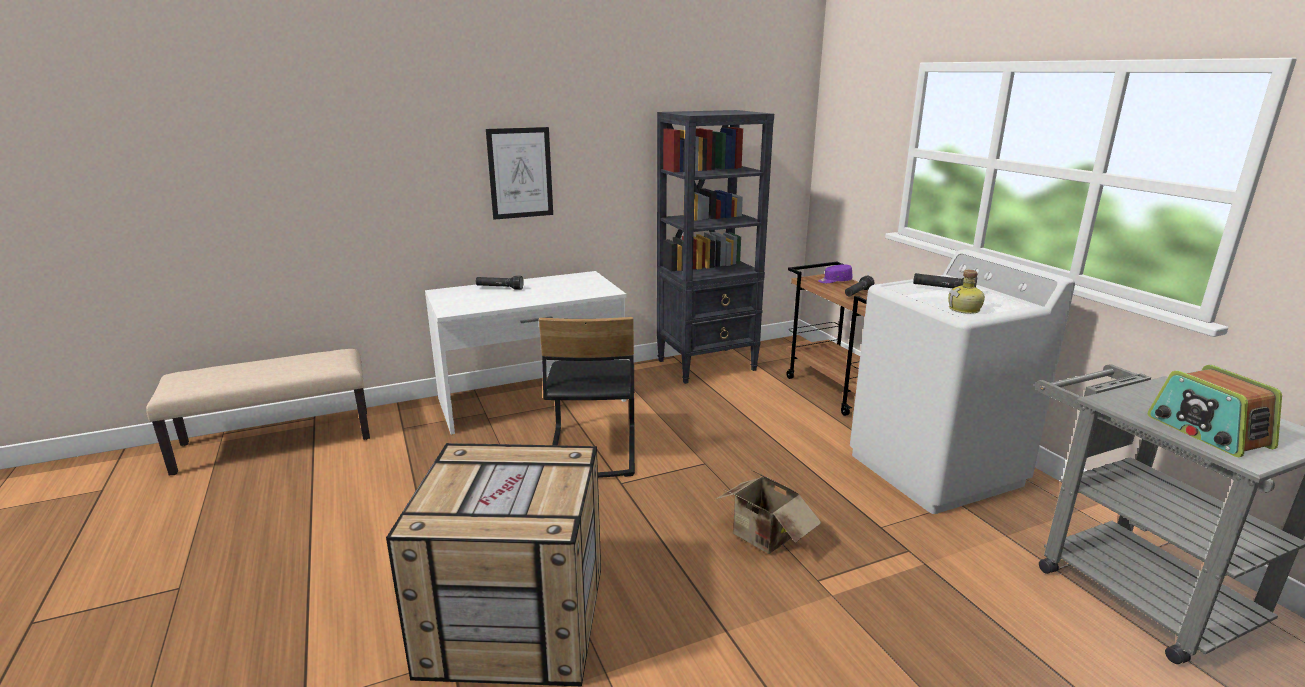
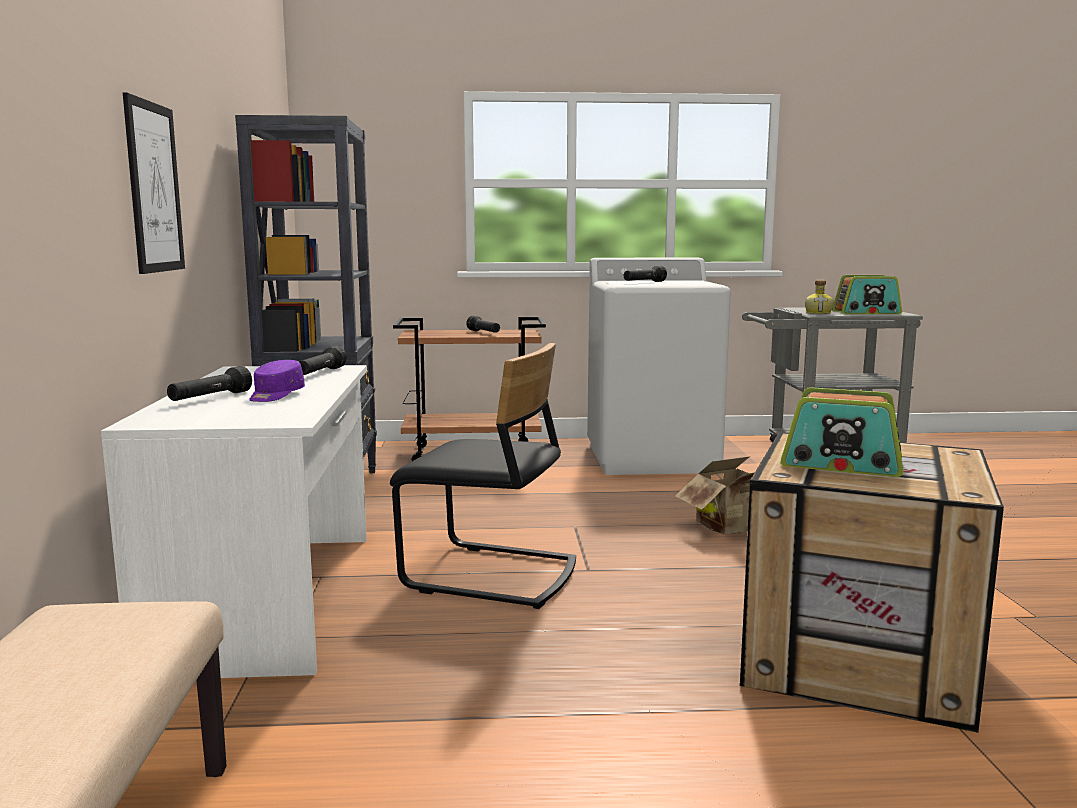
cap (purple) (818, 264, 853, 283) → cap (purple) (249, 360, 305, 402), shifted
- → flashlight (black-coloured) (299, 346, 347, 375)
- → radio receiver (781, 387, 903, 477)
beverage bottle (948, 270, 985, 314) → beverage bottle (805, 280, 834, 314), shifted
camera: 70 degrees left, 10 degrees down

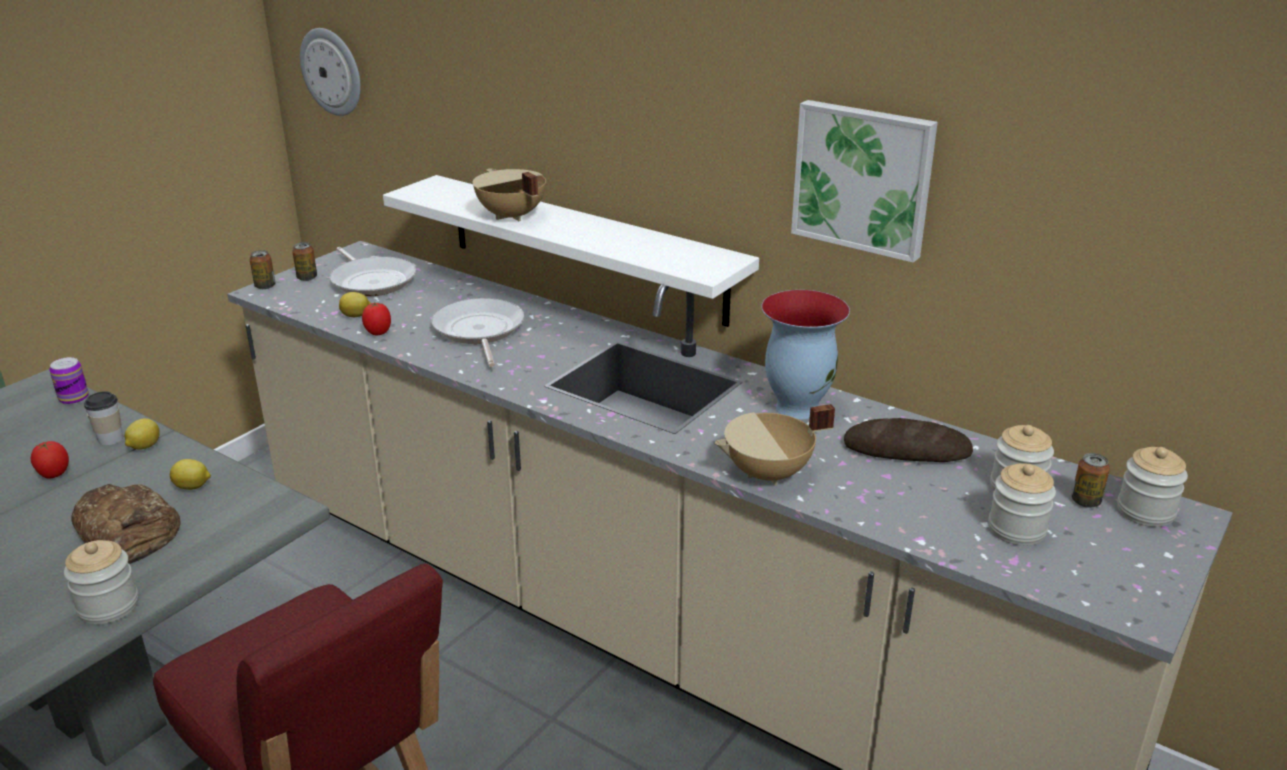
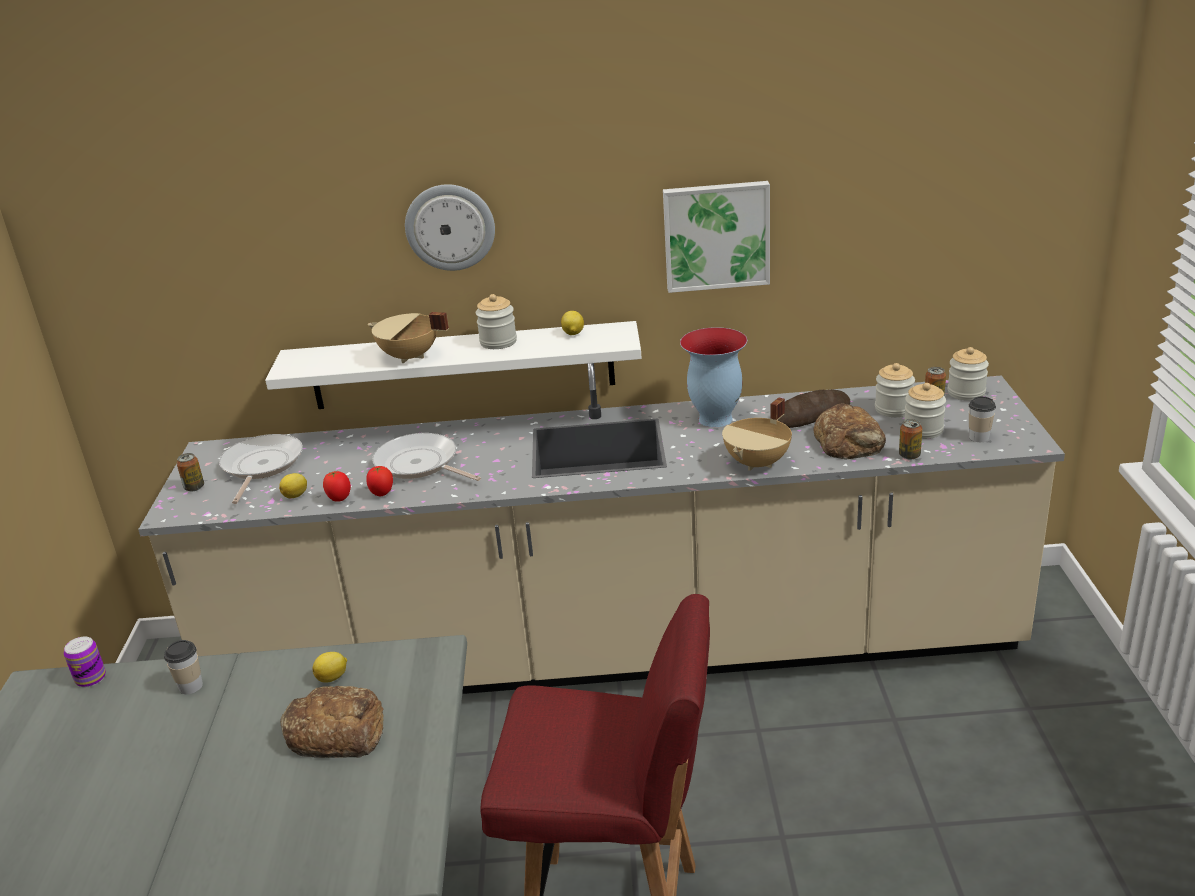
frying pan (330, 247, 416, 296) → frying pan (219, 434, 303, 504), 105 degrees counterclockwise
fresh tomato (31, 441, 69, 479) → fresh tomato (366, 466, 393, 496), shifted
clock on the wall (300, 28, 361, 116) → clock on the wall (405, 184, 495, 271), shifted
storage jar (64, 540, 138, 625) → storage jar (476, 294, 517, 349), shifted
whole lemon (125, 418, 160, 449) → whole lemon (561, 311, 584, 335), shifted
- → baked bread (814, 403, 886, 460)
can (250, 250, 275, 289) → can (899, 419, 922, 459), shifted
- → cup (969, 396, 996, 442)
camera: 35 degrees left, 0 degrees up

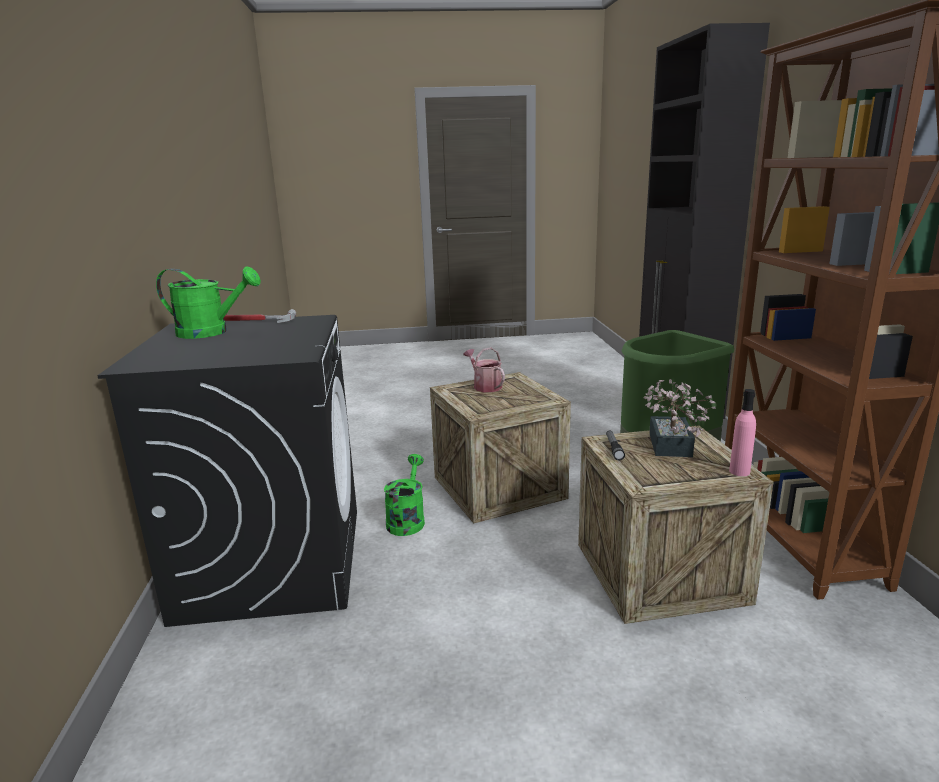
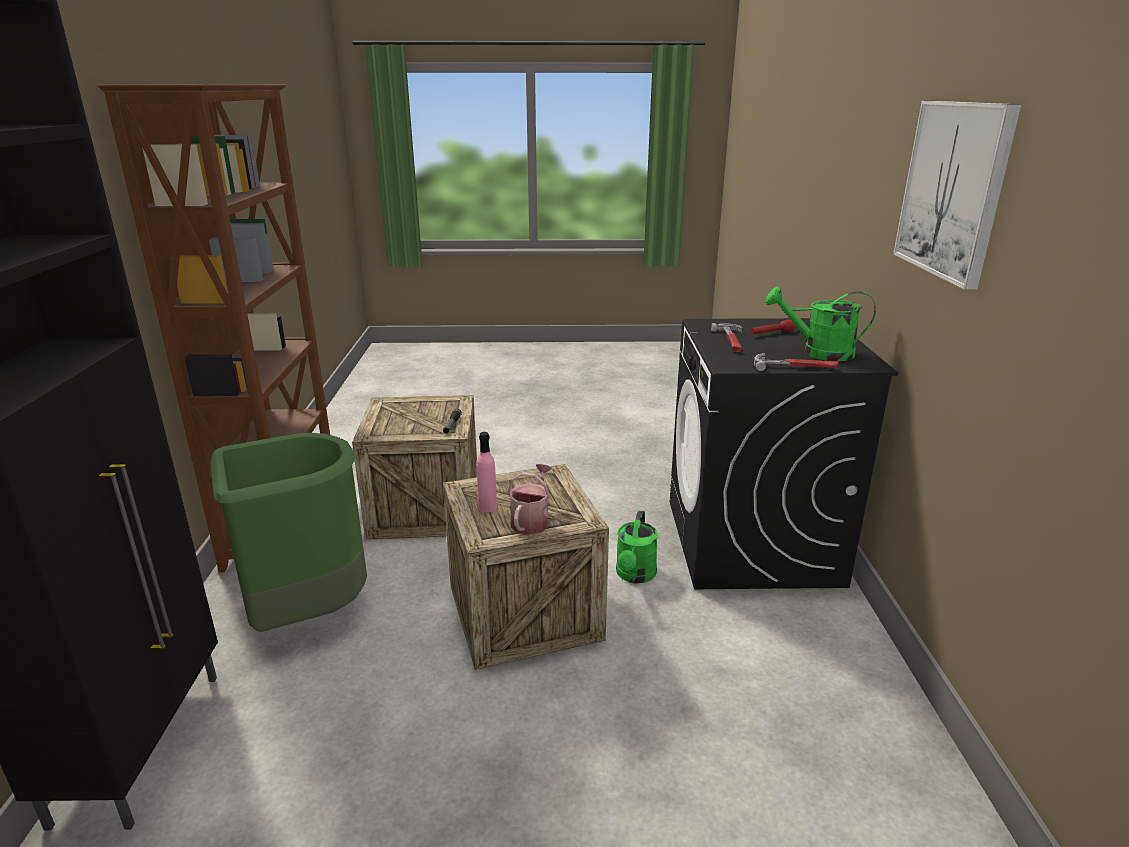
beverage bottle (pink) (729, 389, 756, 476) → beverage bottle (pink) (476, 432, 497, 513), shifted
sprinkling can (464, 347, 505, 392) → sprinkling can (508, 464, 552, 535), 135 degrees counterclockwise
- → hand hammer (711, 323, 742, 352)
- → flashlight (red) (750, 319, 796, 334)
- → wall art (893, 101, 1021, 290)
plant in a pot (643, 379, 716, 457) → -
camera: 175 degrees left, 5 degrees up

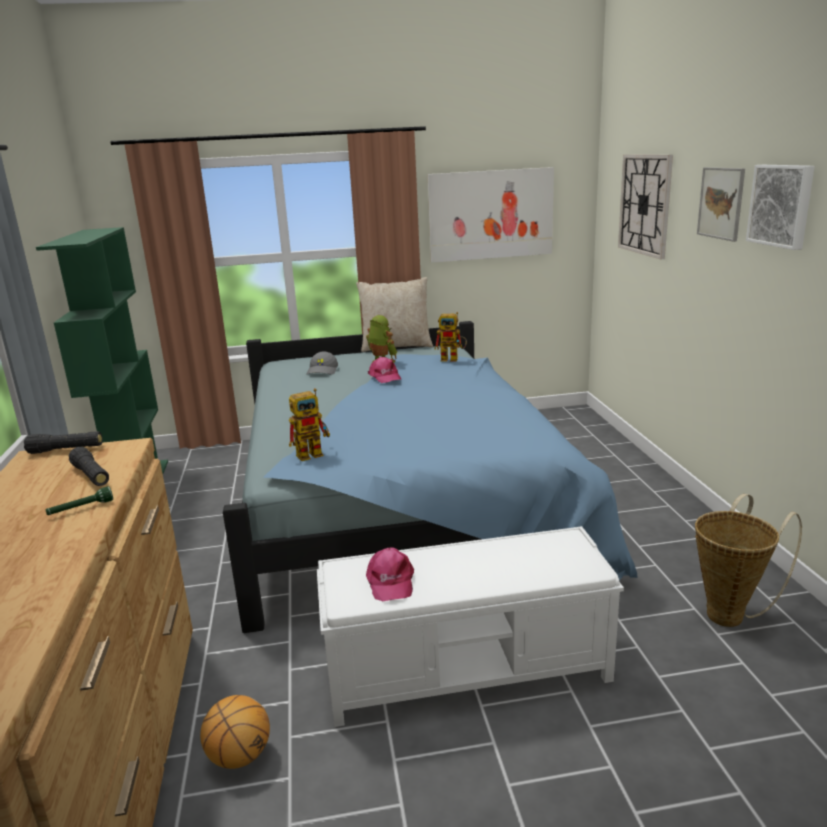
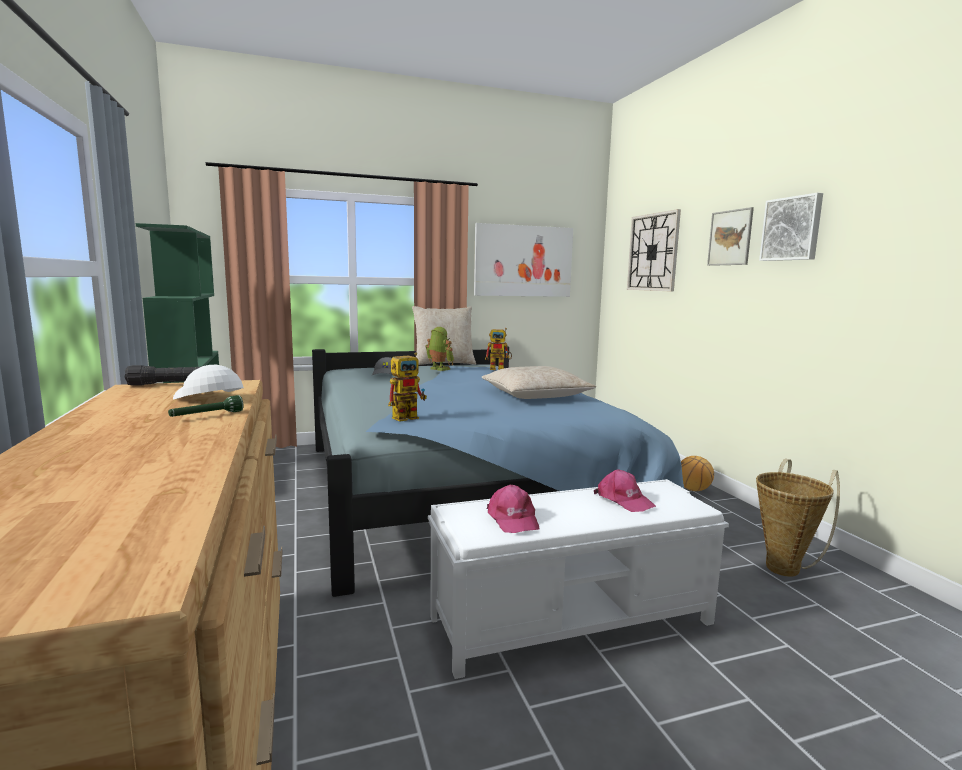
flashlight (black-coloured) (69, 447, 109, 486) → cap (white) (173, 365, 244, 399)
- → throw pillow (beige-coloured) (481, 366, 596, 399)
cap (pink) (368, 357, 401, 383) → cap (pink) (594, 469, 656, 512), shifted
basketball ball (200, 695, 270, 769) → basketball ball (681, 456, 714, 491), shifted
camera: 10 degrees left, 10 degrees down

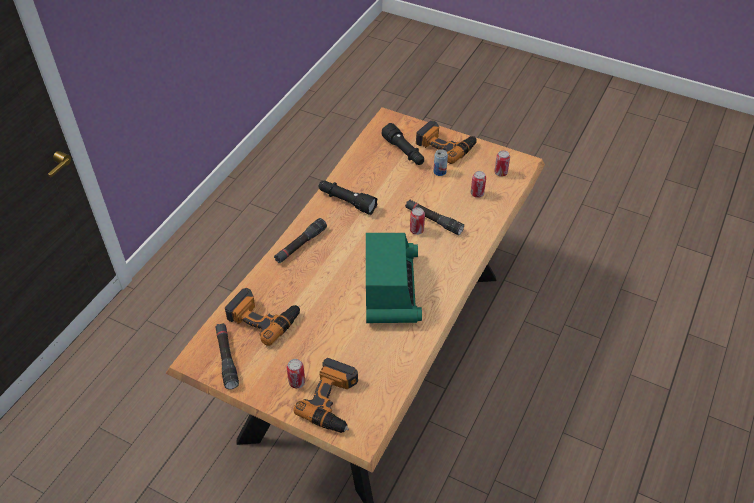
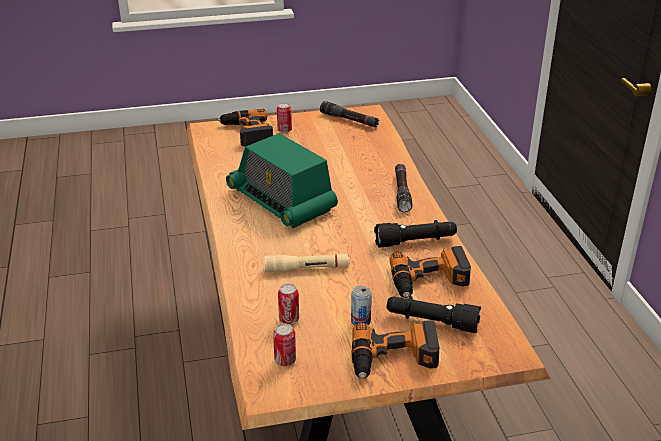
flashlight (black-coloured) (405, 199, 464, 235) → flashlight (beige-coloured) (264, 254, 350, 272)
drill (225, 288, 300, 346) → drill (389, 246, 471, 298), shifted
can (410, 207, 425, 235) → -
camera: 140 degrees right, 15 degrees down

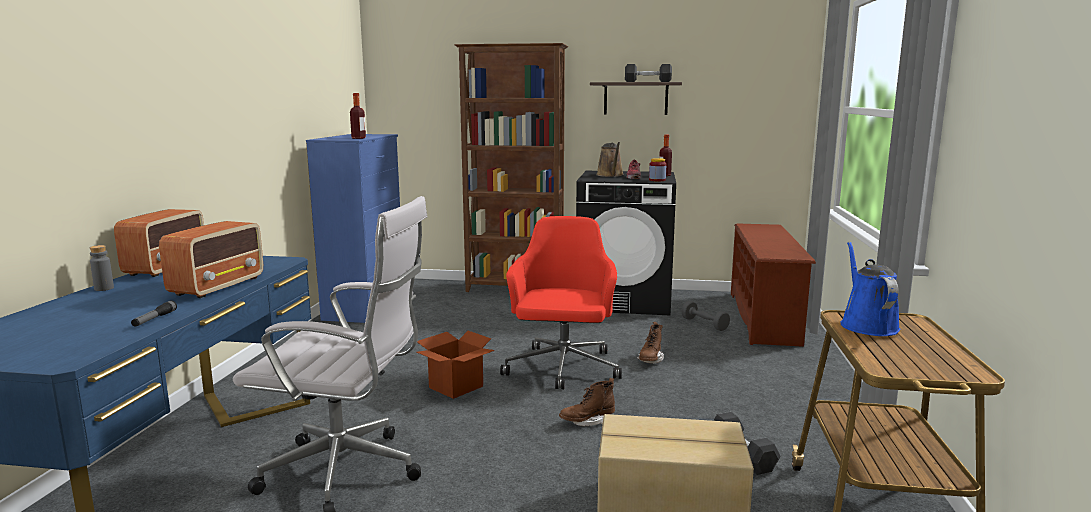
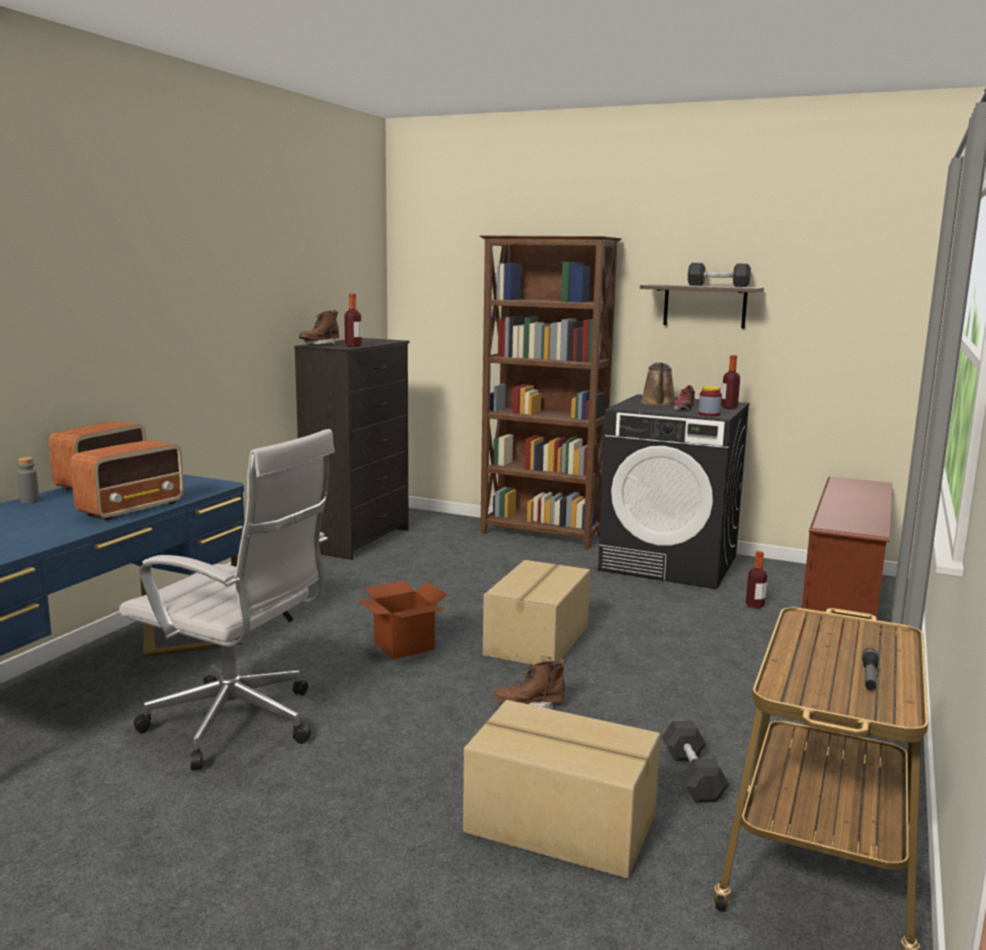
chest of drawers (bluish) (306, 134, 400, 323) → chest of drawers (black-coloured) (294, 338, 409, 560)
boot (brown) (637, 322, 664, 364) → boot (brown) (299, 310, 339, 345), shifted
computer chair (red) (500, 216, 622, 389) → carton (483, 560, 590, 665)
free weight (gray) (681, 301, 730, 331) → beverage bottle (746, 551, 767, 609)
flashlight (131, 300, 177, 327) → flashlight (862, 648, 879, 690), shifted
sprinkling can (bluish) (841, 242, 901, 336) → -
camera: 15 degrees right, 0 degrees up

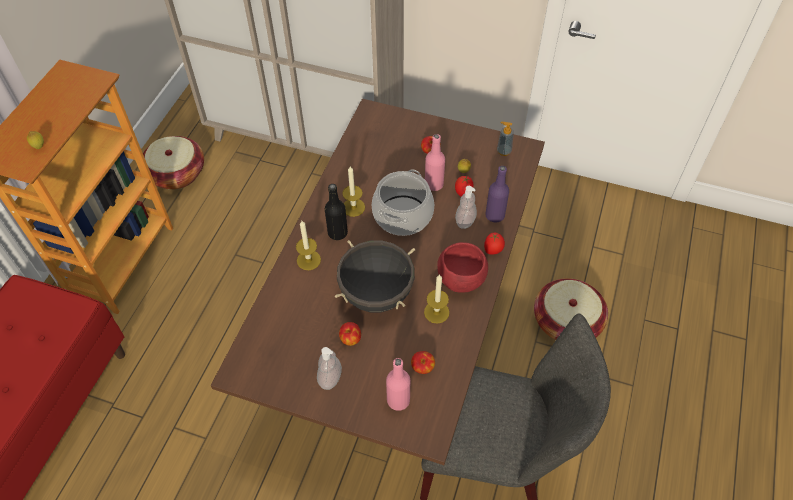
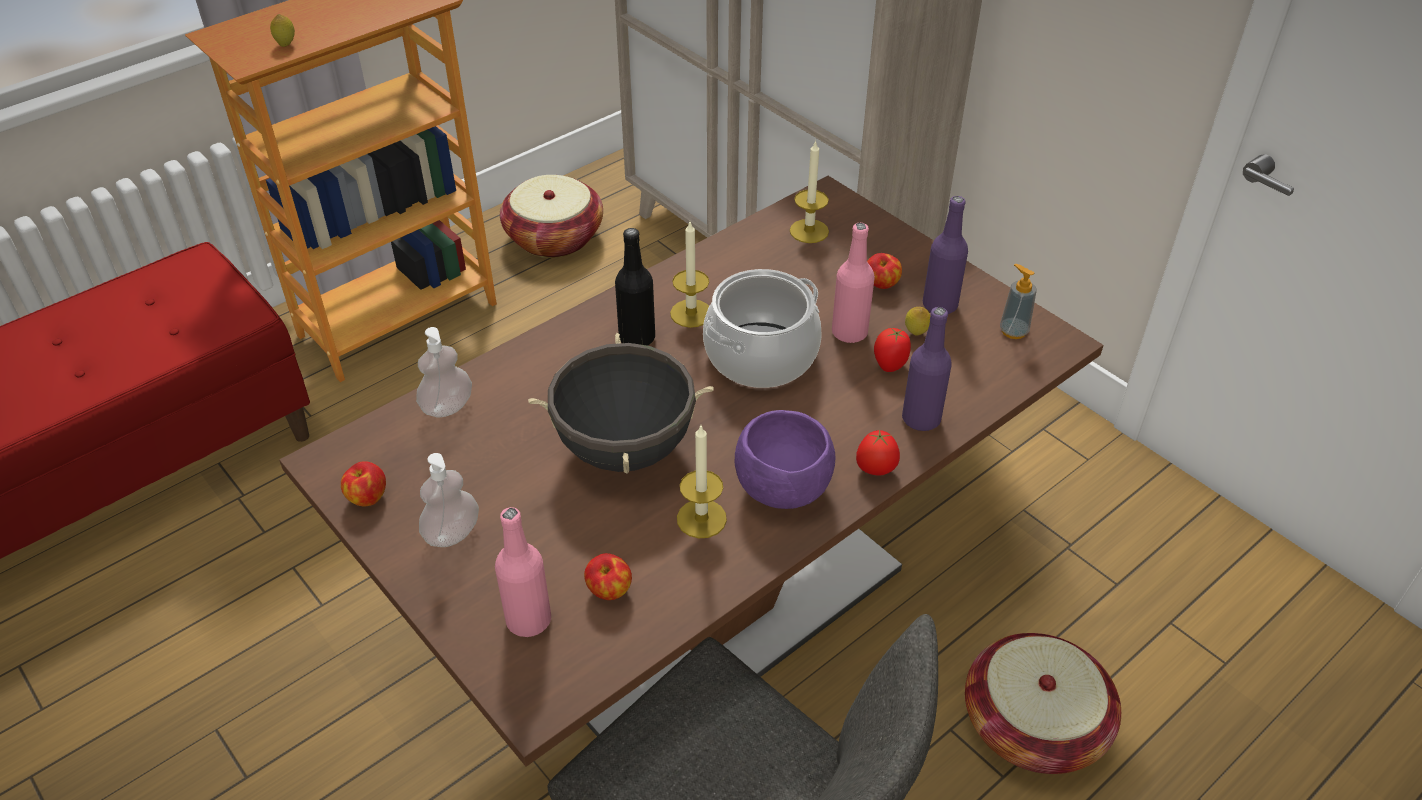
whole apple (339, 322, 361, 346) → whole apple (341, 461, 386, 507), shifted
soap bottle (455, 186, 477, 229) → soap bottle (416, 327, 472, 418), shifted
deep dish (red) (437, 242, 488, 293) → deep dish (purple) (735, 410, 835, 509)
candle (296, 221, 321, 270) → candle (790, 140, 829, 243), shifted
- → beverage bottle (purple) (923, 196, 968, 314)
camera: 30 degrees right, 10 degrees down

